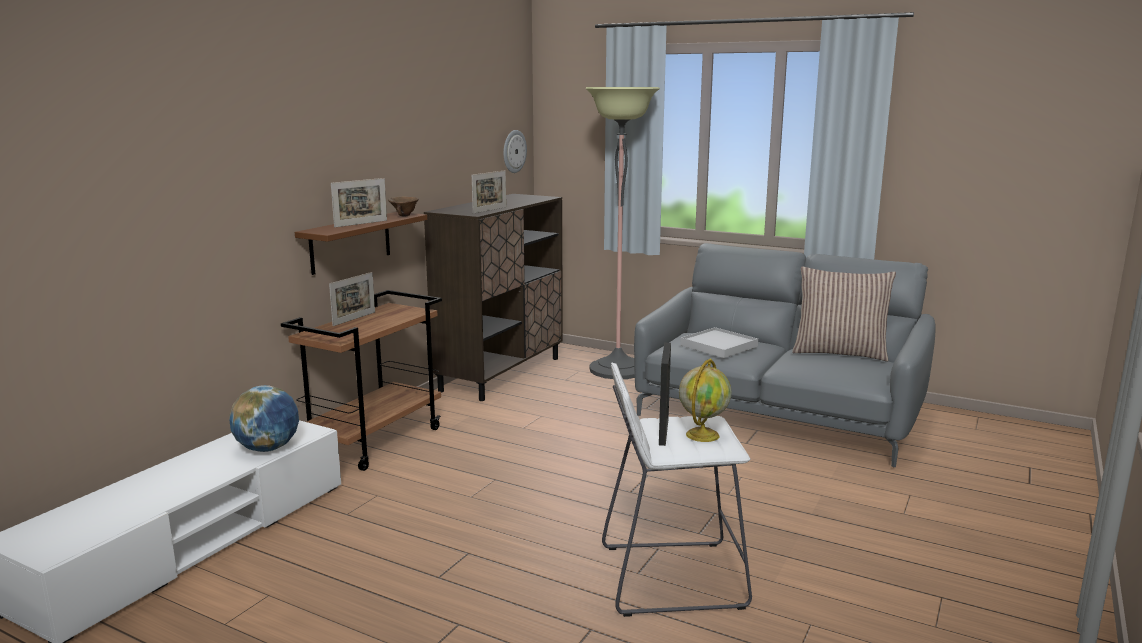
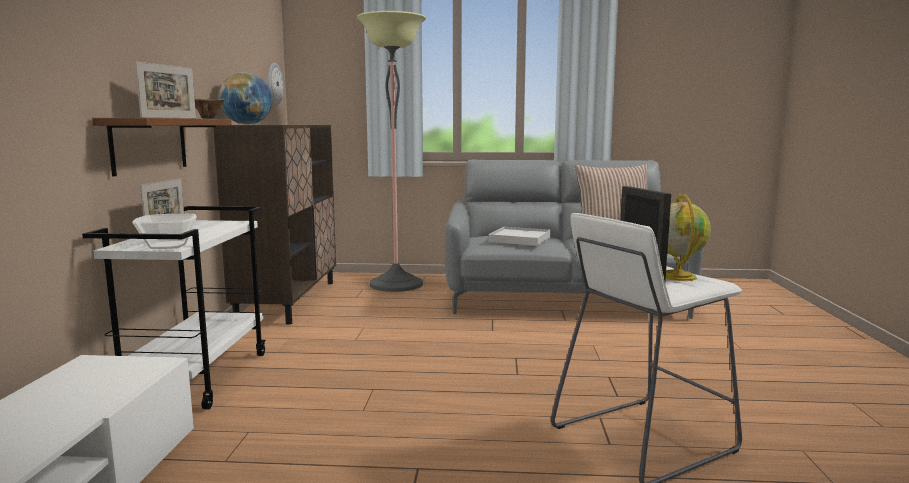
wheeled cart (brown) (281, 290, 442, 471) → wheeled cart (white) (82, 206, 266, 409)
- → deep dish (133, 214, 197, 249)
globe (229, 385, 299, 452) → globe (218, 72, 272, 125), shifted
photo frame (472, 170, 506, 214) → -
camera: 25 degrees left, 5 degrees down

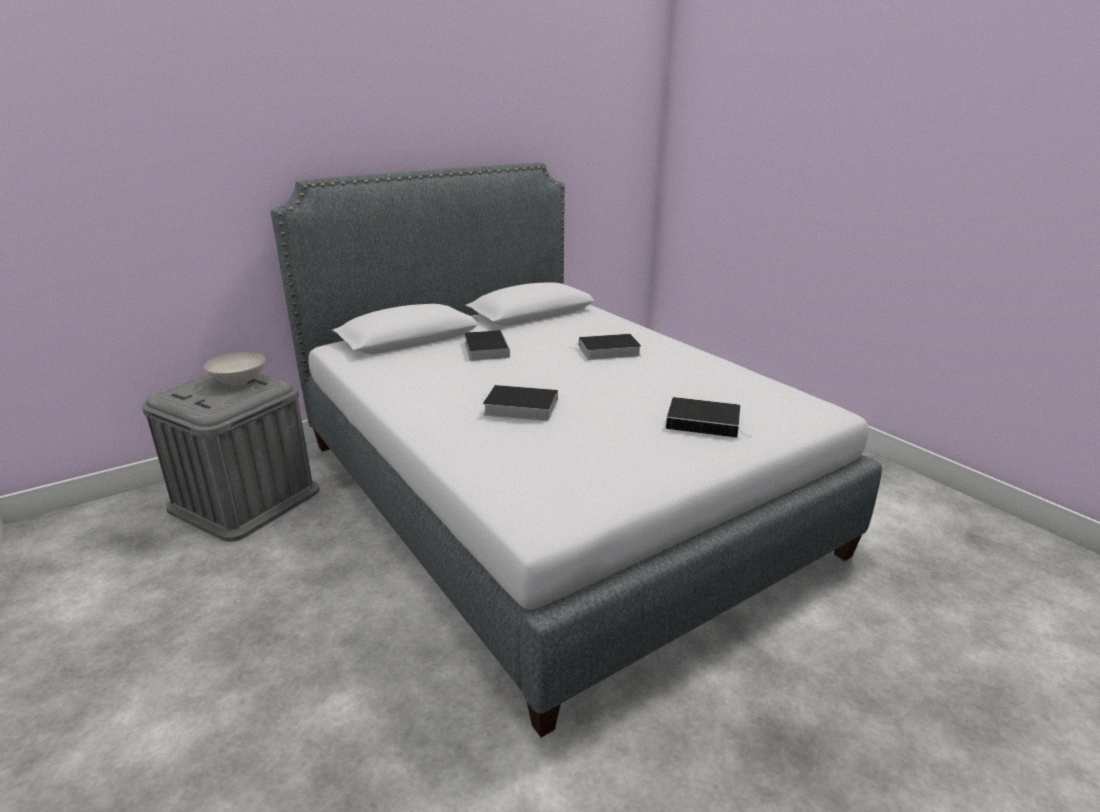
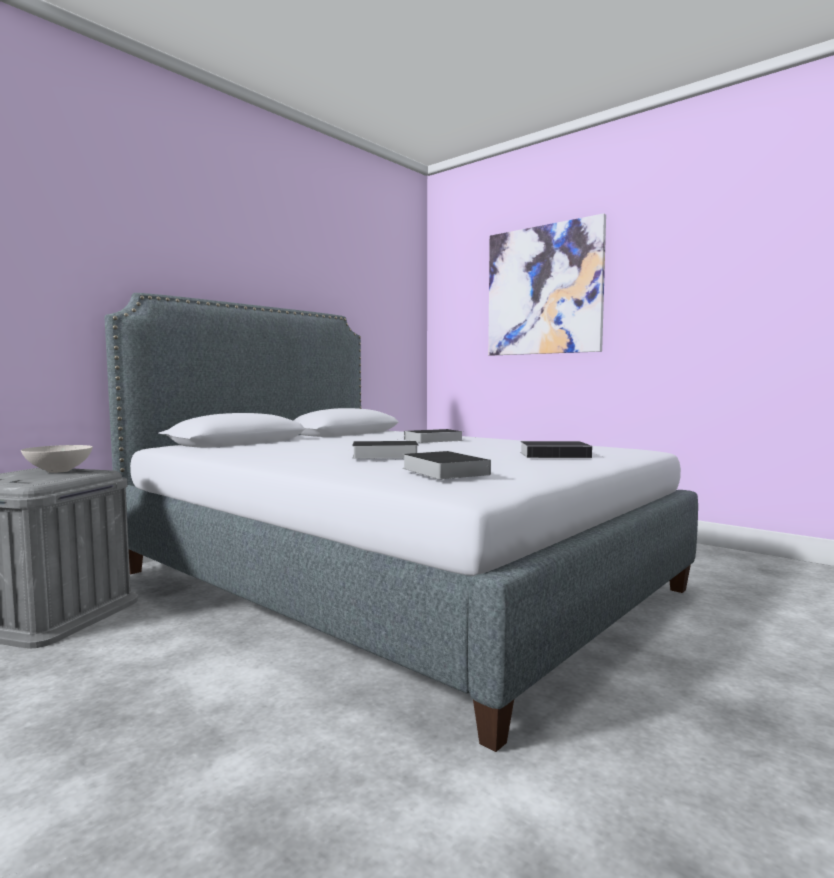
volume (464, 330, 510, 361) → volume (402, 451, 491, 479), shifted
- → wall art (488, 213, 606, 356)
camera: 15 degrees left, 20 degrees down

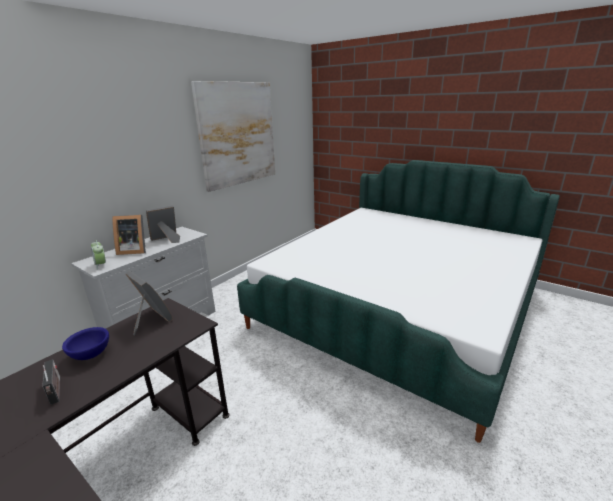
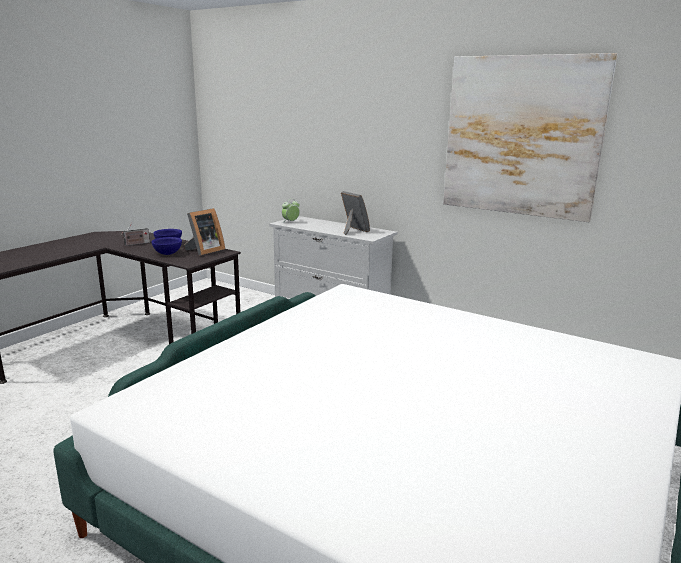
- → deep dish (bluish) (152, 237, 182, 255)
photo frame (112, 215, 146, 255) → -
camera: 85 degrees right, 5 degrees down

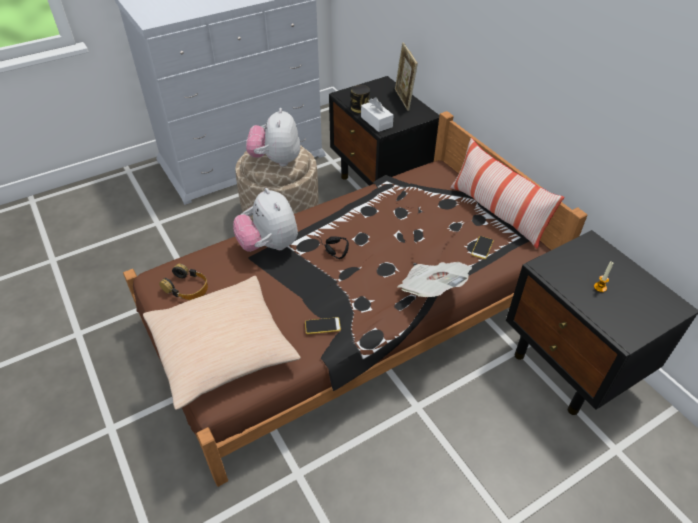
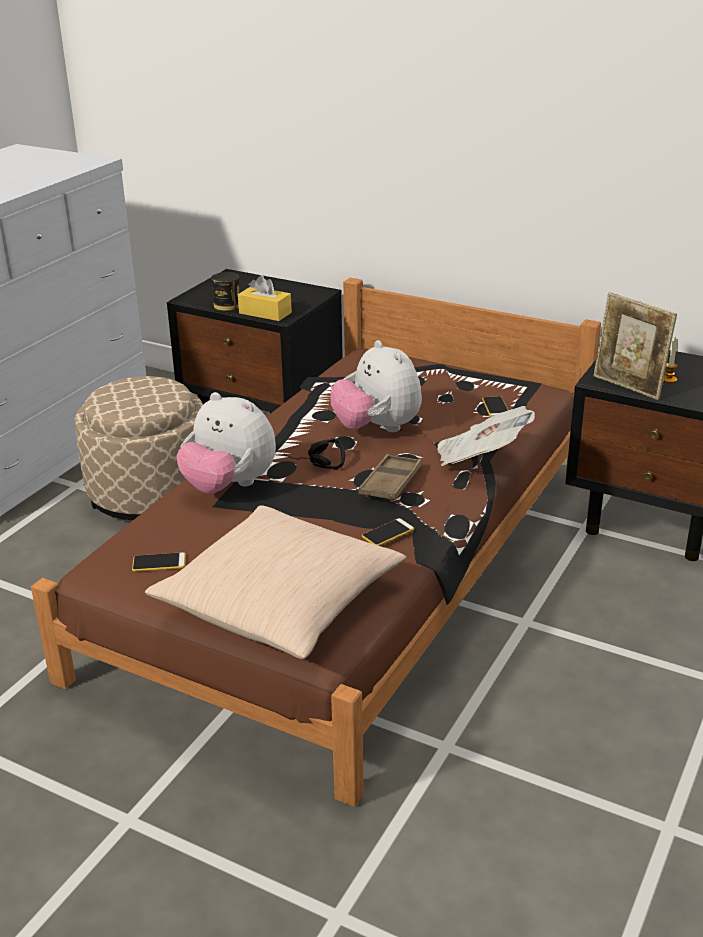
headphones (159, 264, 208, 300) → telephone (132, 552, 186, 572)
box of tissues (white) (361, 97, 394, 132) → box of tissues (yellow-coloured) (238, 275, 292, 321)
cuddly toy (246, 108, 300, 167) → cuddly toy (331, 340, 422, 432), shifted
- → serving tray (brown) (359, 454, 422, 501)
photo frame (395, 43, 418, 111) → photo frame (594, 292, 677, 400), shifted
throw pillow (450, 138, 565, 249) → -
camera: 30 degrees left, 15 degrees down

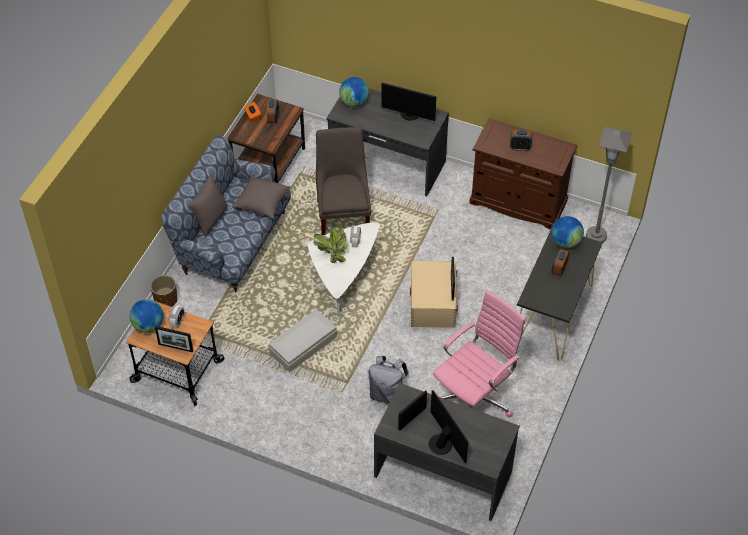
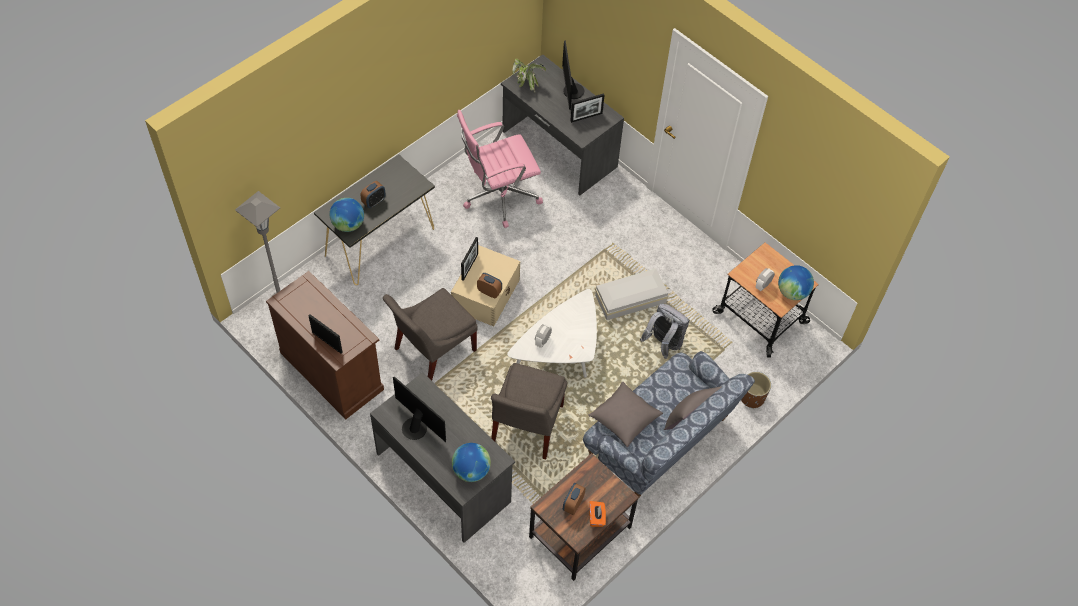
photo frame (155, 326, 193, 352) → photo frame (308, 314, 342, 354), shifted
- → chair (gray) (383, 288, 478, 381)
alarm clock (510, 130, 532, 151) → alarm clock (477, 273, 502, 298), shifted
plant in a pot (313, 224, 348, 263) → plant in a pot (512, 59, 546, 93), shifted
knapsack (gray) (369, 356, 408, 404) → knapsack (gray) (640, 304, 689, 359), shifted
camera: 160 degrees left, 5 degrees up

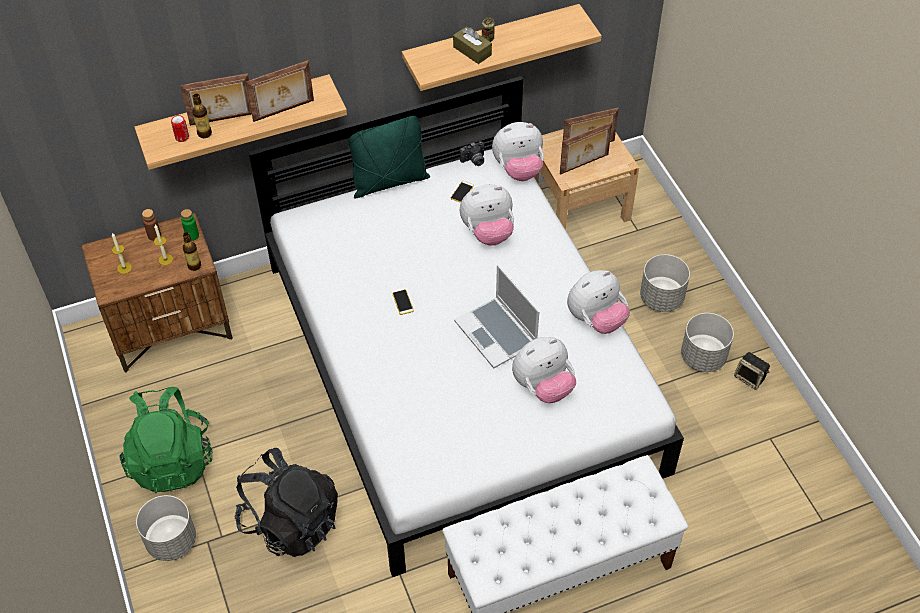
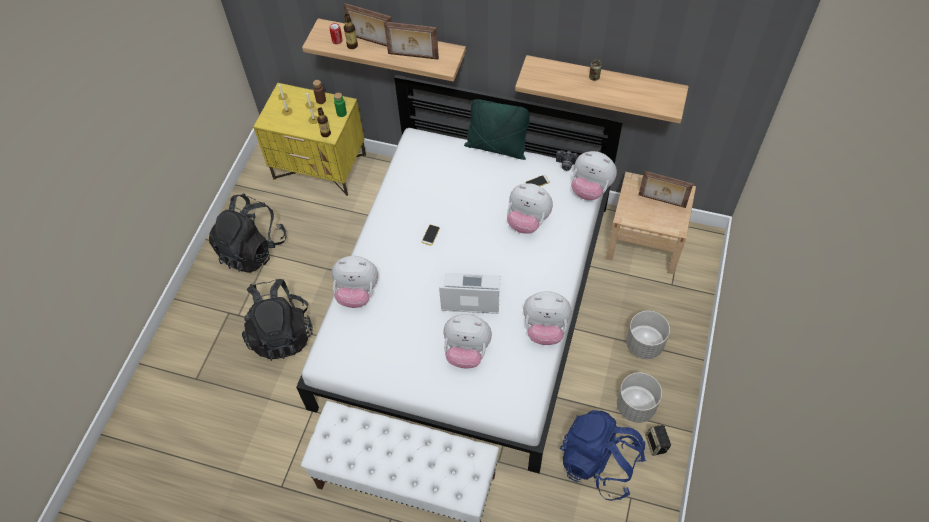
knapsack (green-coloured) (119, 387, 212, 494) → knapsack (black-coloured) (209, 194, 286, 273)
nightstand (brown) (81, 213, 233, 373) → nightstand (yellow-coloured) (253, 83, 366, 196)
- → cuddly toy (332, 256, 378, 308)
portable computer (454, 265, 540, 368) → portable computer (439, 273, 501, 314), 90 degrees clockwise
- → knapsack (bluish) (560, 410, 646, 501)
plant pot (gray) (136, 495, 196, 561) → -
box of tissues (brown) (453, 26, 492, 64) → -
photo frame (560, 121, 613, 175) → -
camera: 40 degrees right, 5 degrees up

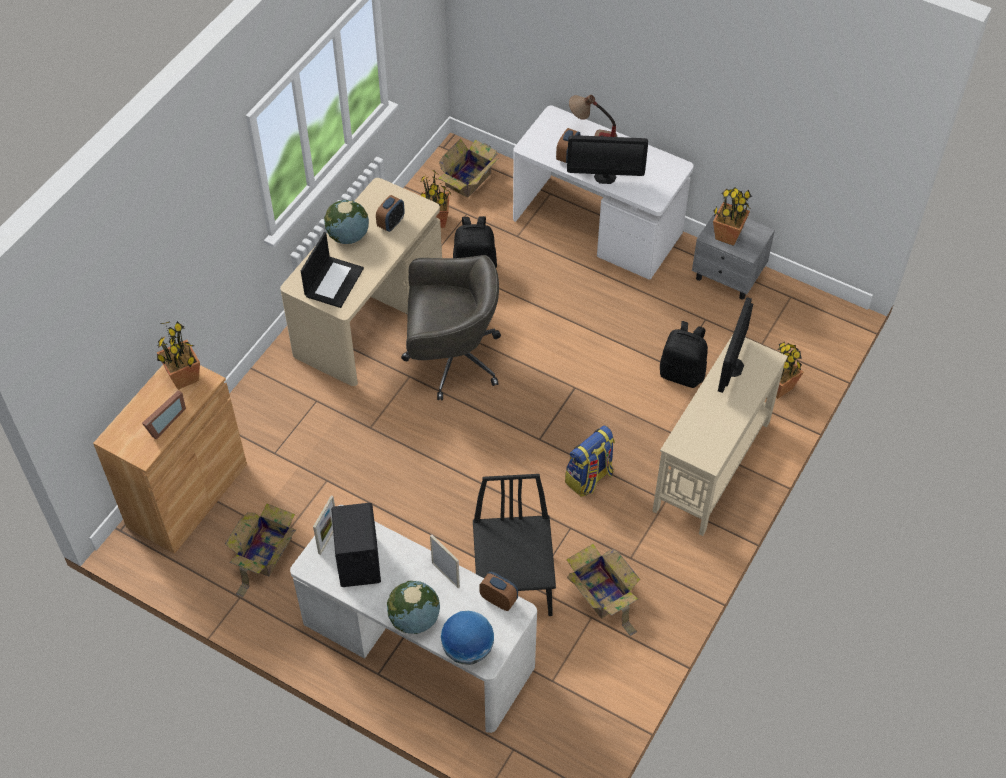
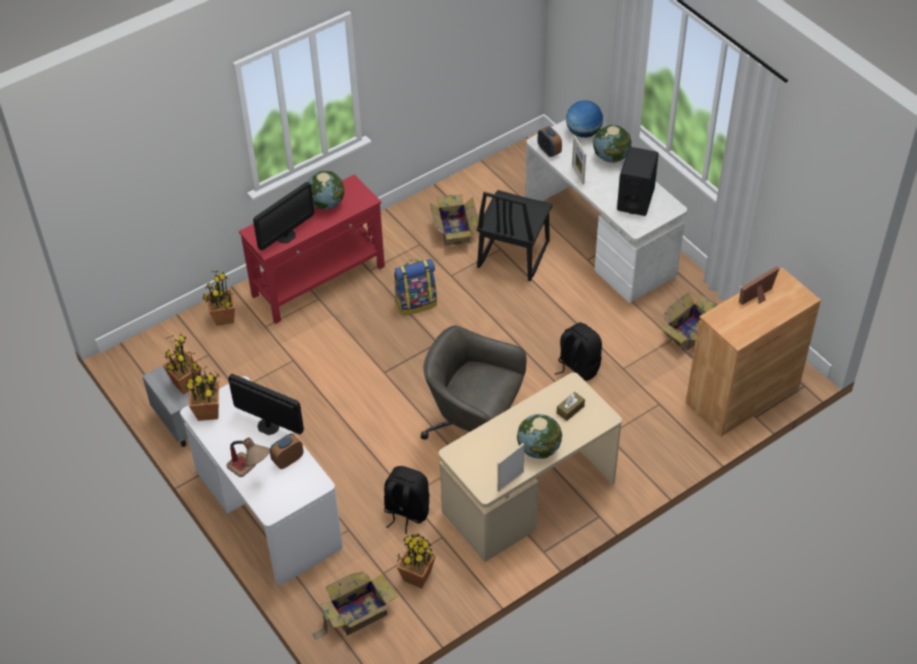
plant in a pot (156, 321, 200, 390) → plant in a pot (185, 366, 219, 421), shifted
console table (beige-coloured) (652, 335, 788, 536) → console table (red) (239, 174, 385, 324)
- → globe (308, 171, 344, 210)
photo frame (313, 495, 335, 555) → photo frame (497, 443, 524, 492), shifted
knapsack (black-coloured) (660, 321, 708, 388) → knapsack (black-coloured) (555, 323, 602, 381), shifted
portable computer (301, 232, 364, 308) → box of tissues (brown) (557, 392, 585, 421)
alarm clock (376, 195, 405, 232) → -
camera: 155 degrees left, 5 degrees down

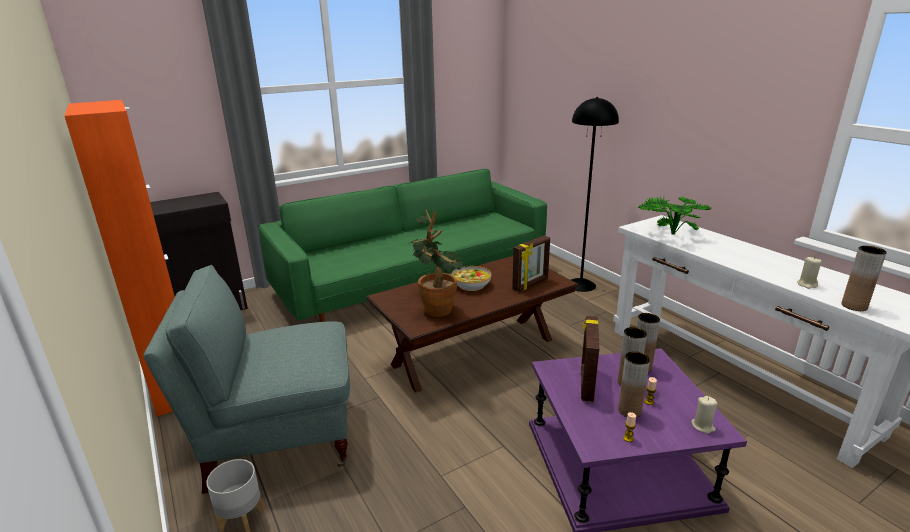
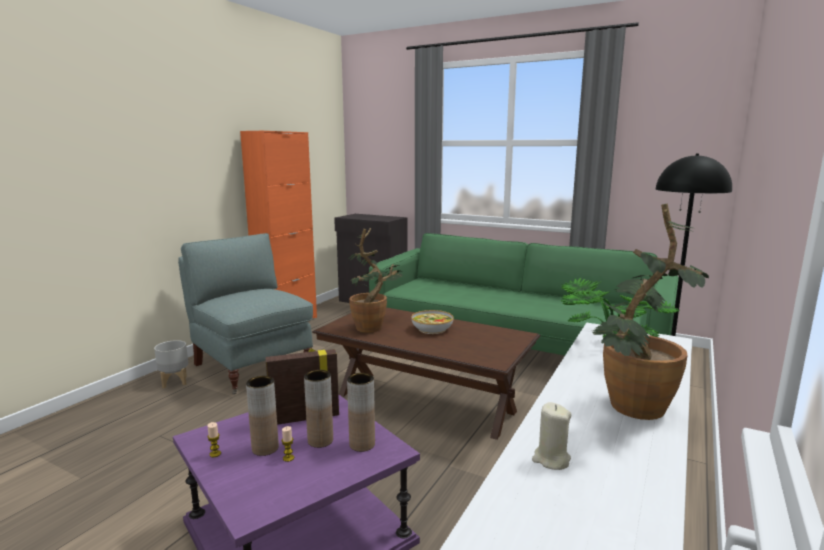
- → plant in a pot (592, 203, 709, 420)
photo frame (512, 236, 550, 292) → -
candle (beige-coloured) (691, 396, 717, 434) → -
decorative vase (brown) (841, 246, 887, 311) → -
camera: 60 degrees right, 10 degrees down

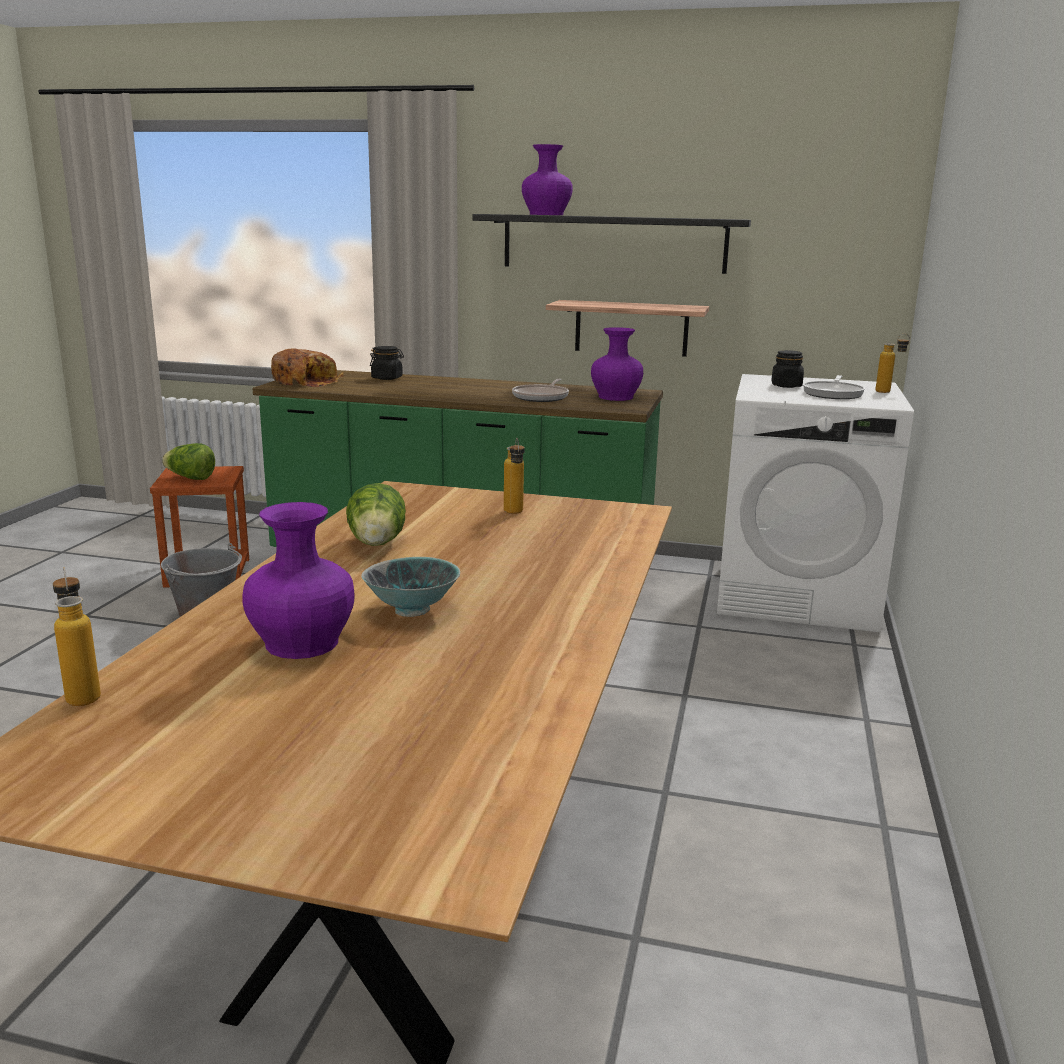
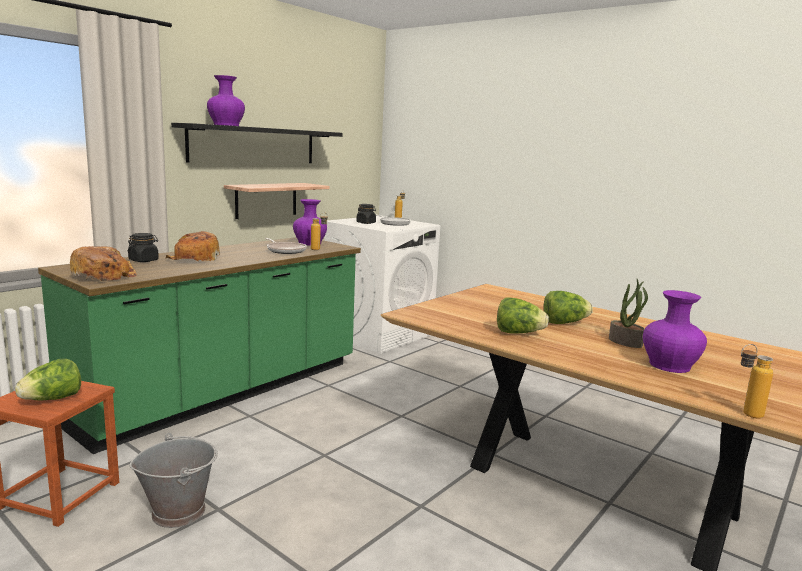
- → baked bread (165, 231, 220, 261)
beverage bottle (504, 438, 525, 514) → beverage bottle (311, 212, 328, 250), shifted
- → head of lettuce (543, 291, 593, 324)
deep dish (361, 557, 460, 617) → plant in a pot (609, 279, 648, 348)
camera: 65 degrees left, 5 degrees down

